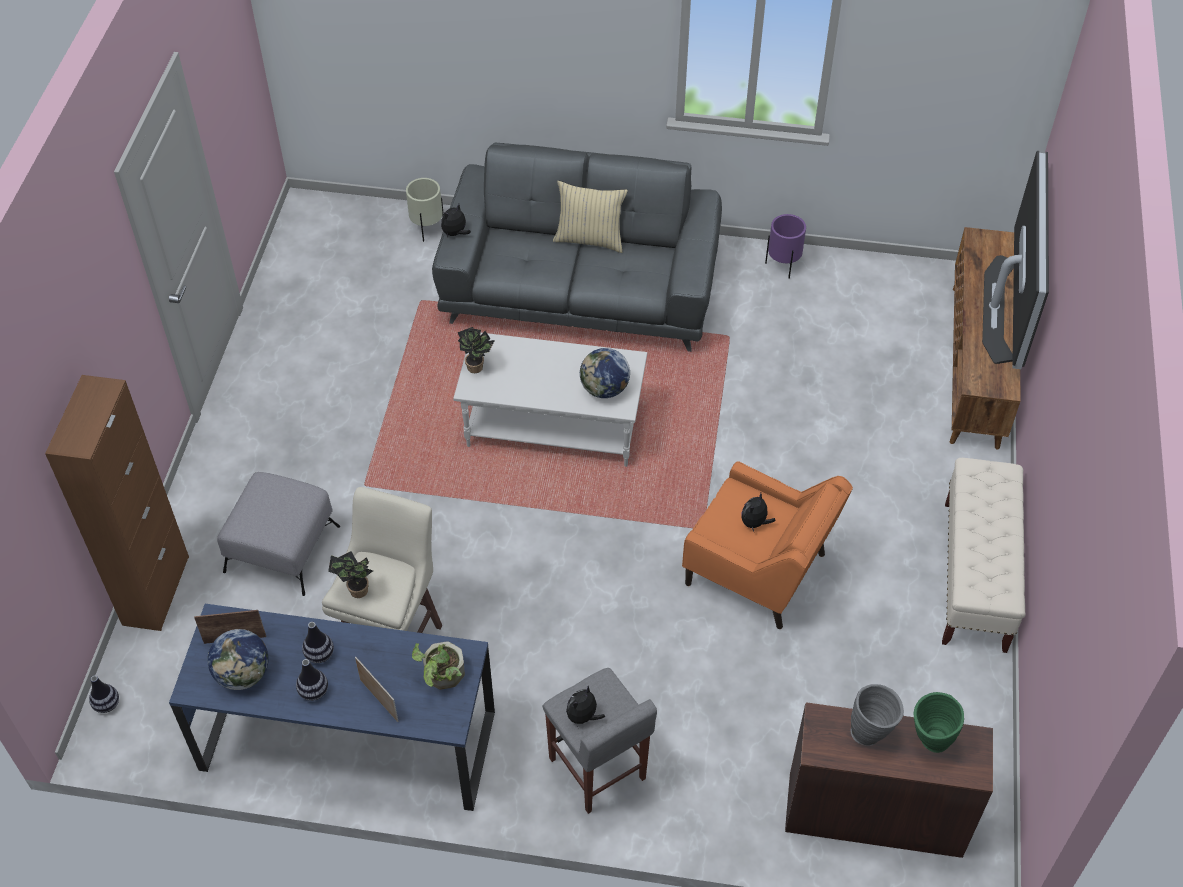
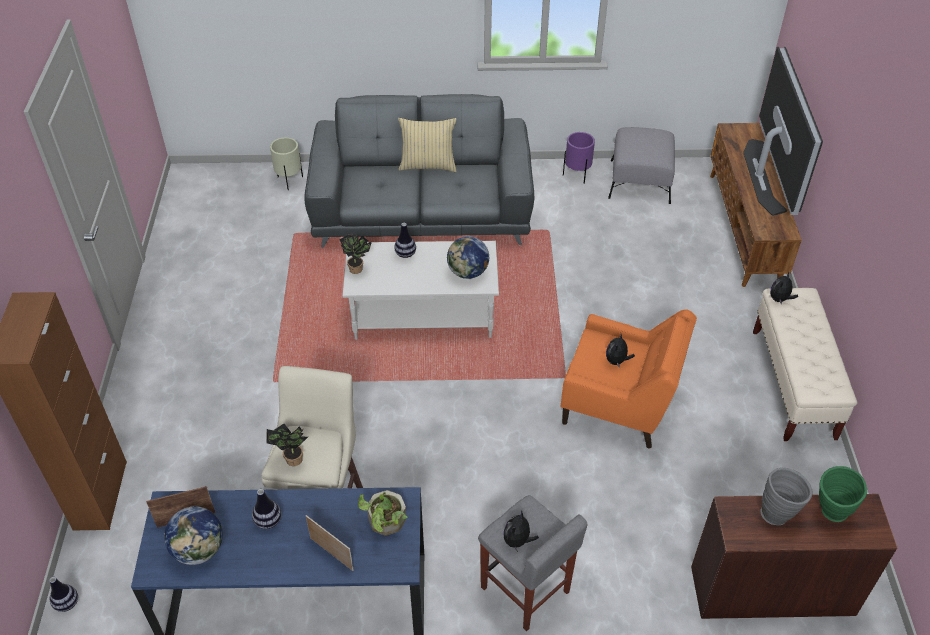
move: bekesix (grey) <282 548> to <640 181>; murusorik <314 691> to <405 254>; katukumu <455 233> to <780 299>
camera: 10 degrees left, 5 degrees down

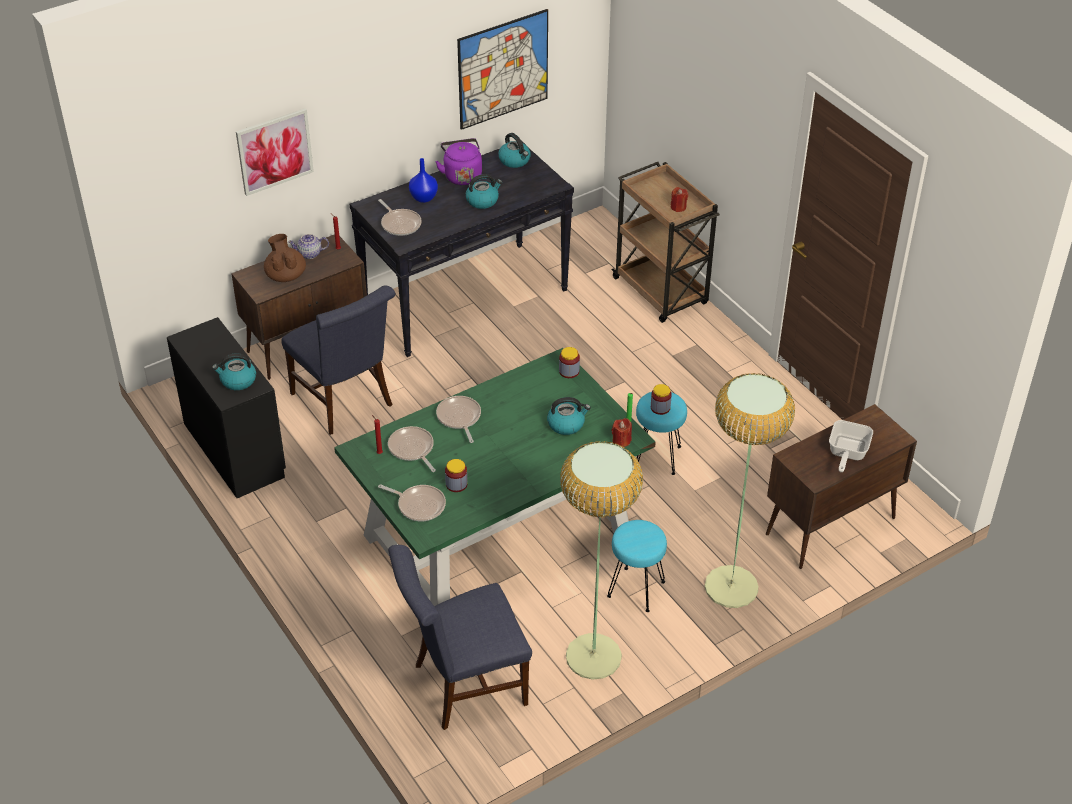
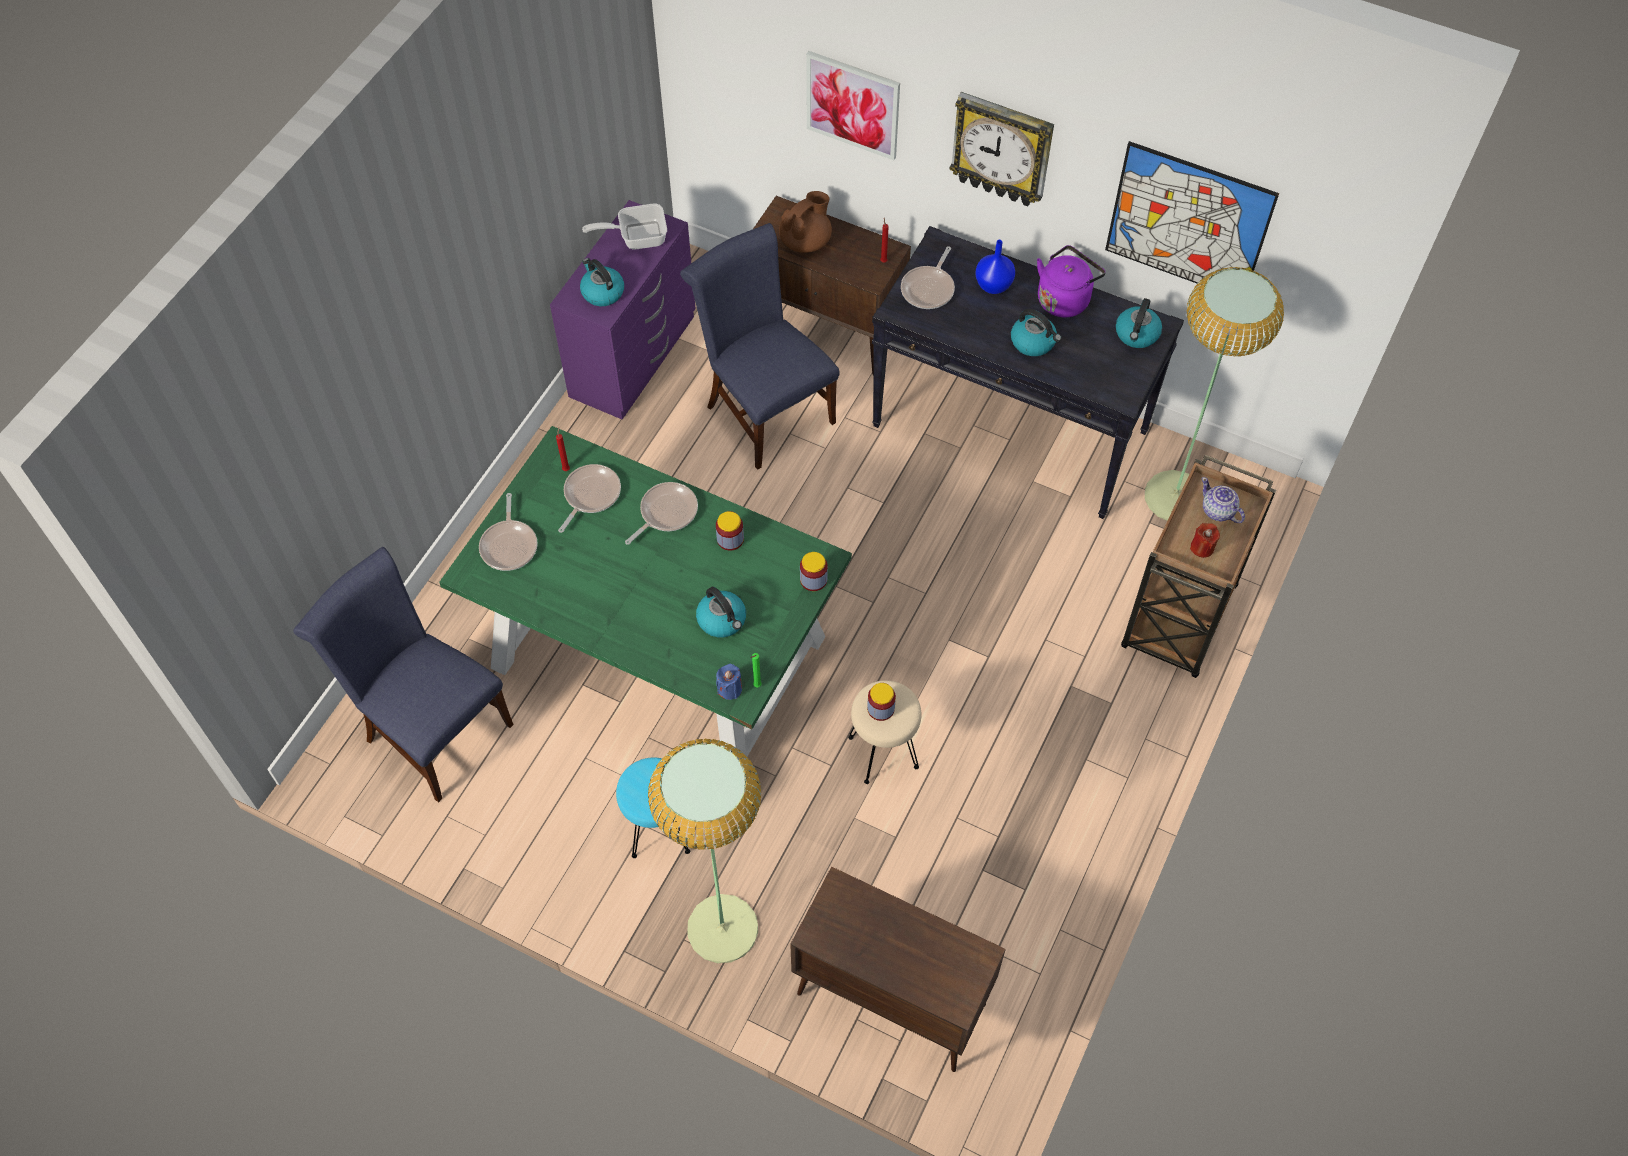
insert: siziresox <1002 149>
move: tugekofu <310 254> to <1218 511>; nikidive <456 484> to <730 539>; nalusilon <593 657> to <1174 496>; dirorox <846 453> to <636 237>
recolor: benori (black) <235 449> to benori (purple) <634 356>; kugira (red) <621 440> to kugira (blue) <729 689>; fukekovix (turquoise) <658 457> to fukekovix (beige) <883 753>
rotate: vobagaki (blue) <345 402> = <765 410> 120 degrees clockwise
camera: 60 degrees right, 15 degrees up

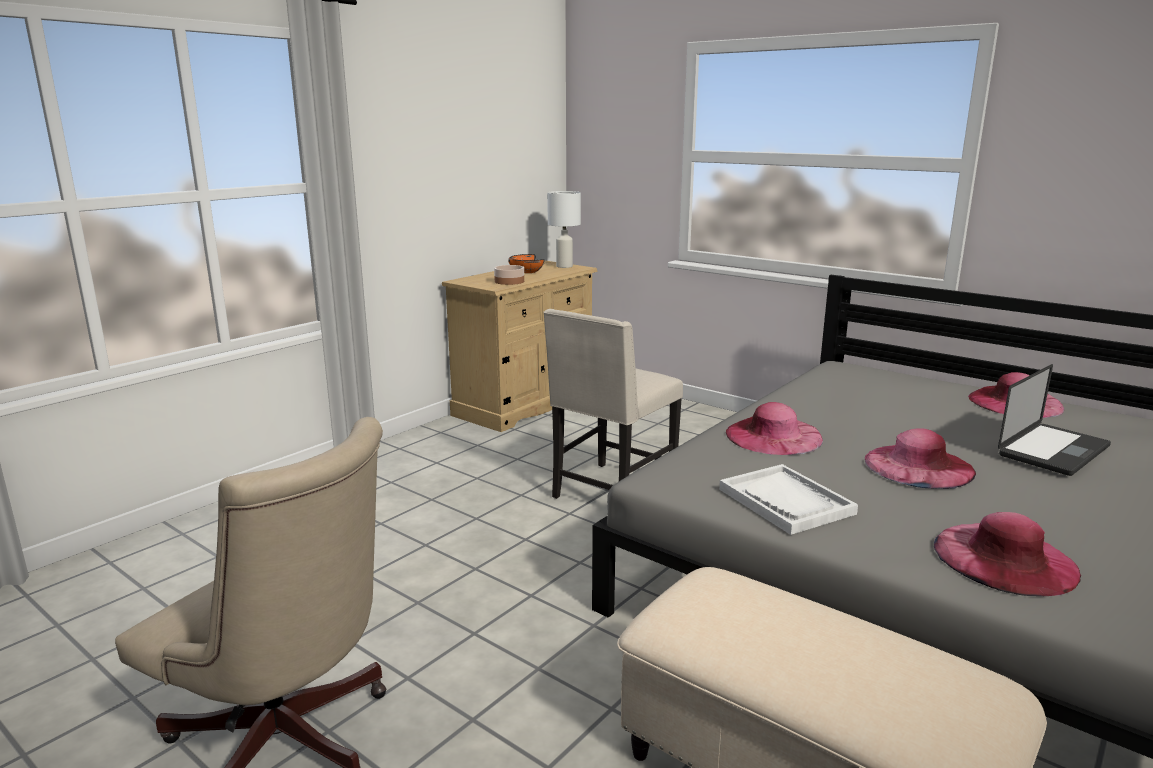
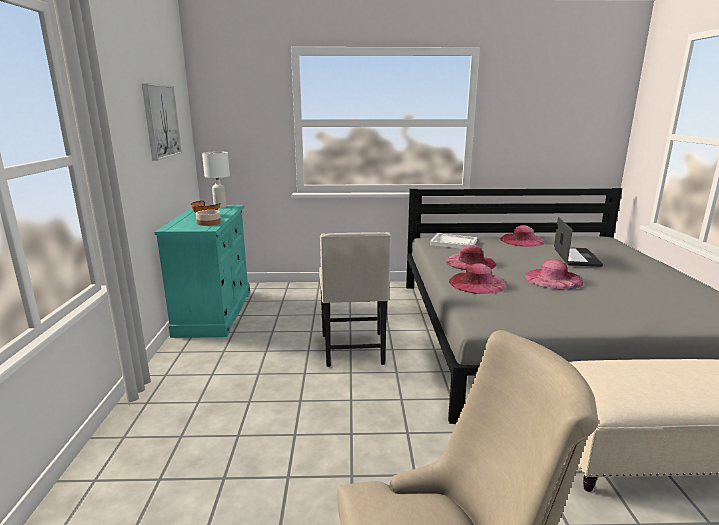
insert: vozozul <161 121>
move: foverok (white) <786 501> to <453 243>; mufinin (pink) <1005 558> to <470 262>
recolor: benori (beige) <526 403> to benori (turquoise) <215 312>
camera: 40 degrees left, 0 degrees up

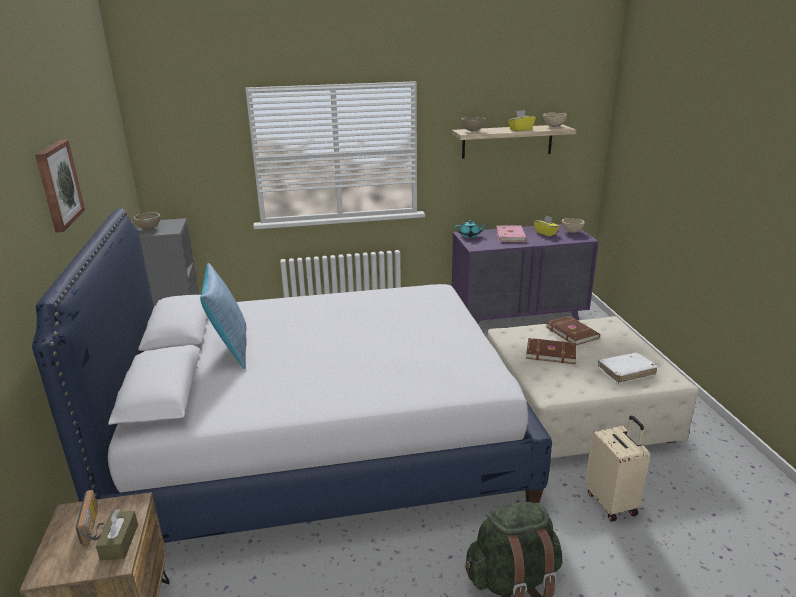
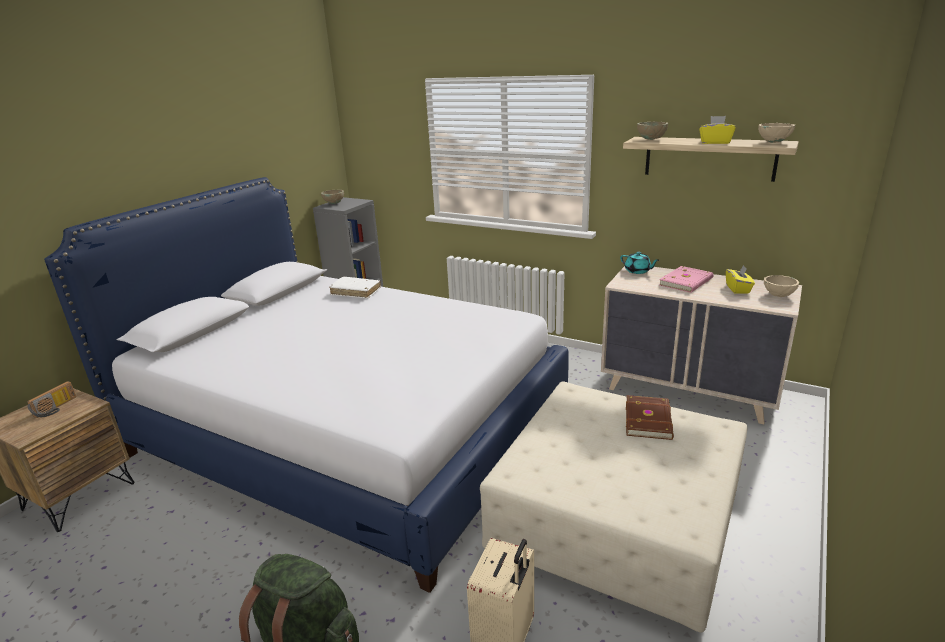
delete: vozozul <58 184>; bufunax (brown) <119 542>; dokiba <230 349>; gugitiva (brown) <550 352>
move: gugitiva (white) <626 372> to <356 292>
recolor: benori (purple) <518 318> to benori (beige) <689 391>
camera: 40 degrees right, 0 degrees up

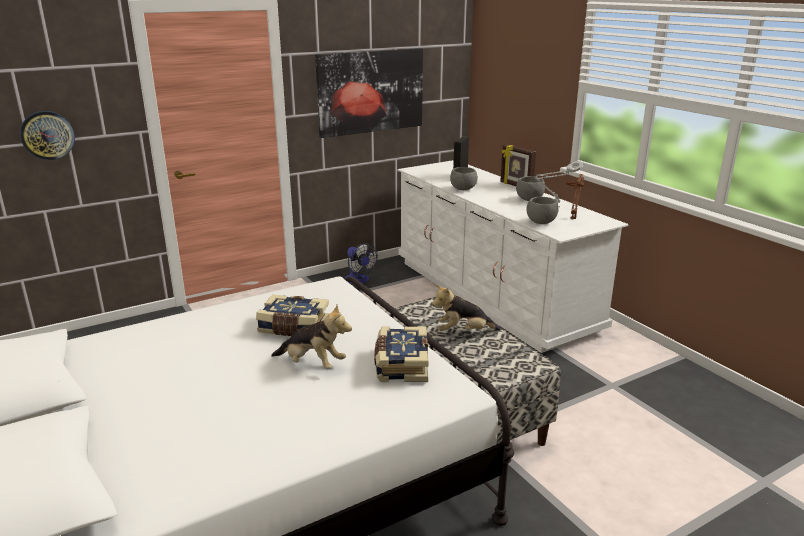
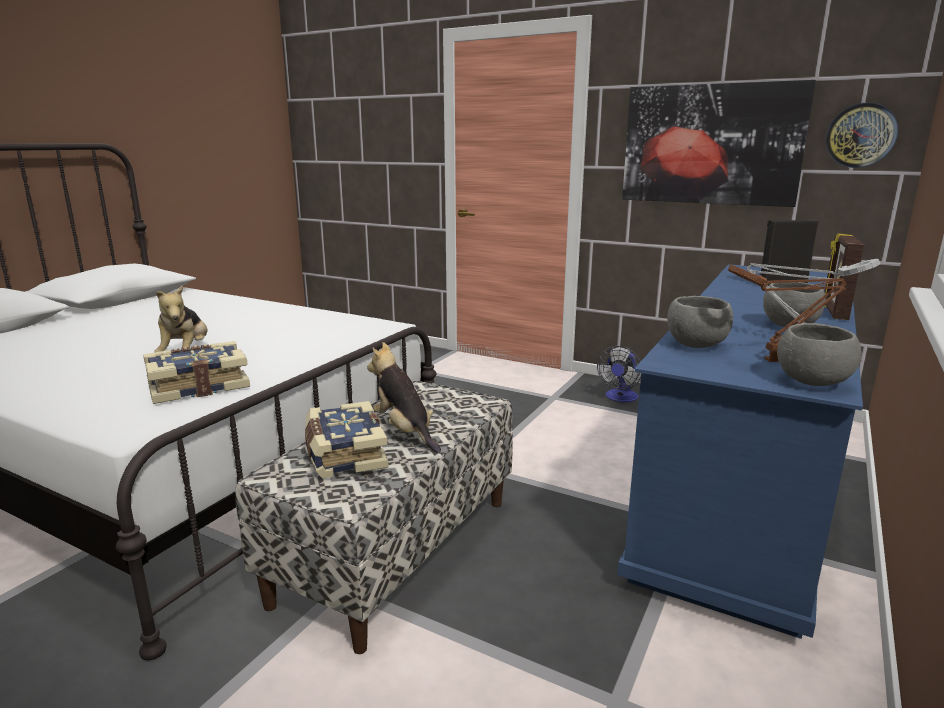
move: siziresox <47 135> to <860 135>; gugitiva <293 327> to <344 454>; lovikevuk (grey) <463 189> to <811 382>
recolor: benori (white) <491 294> to benori (blue) <741 488>
camera: 60 degrees right, 5 degrees down

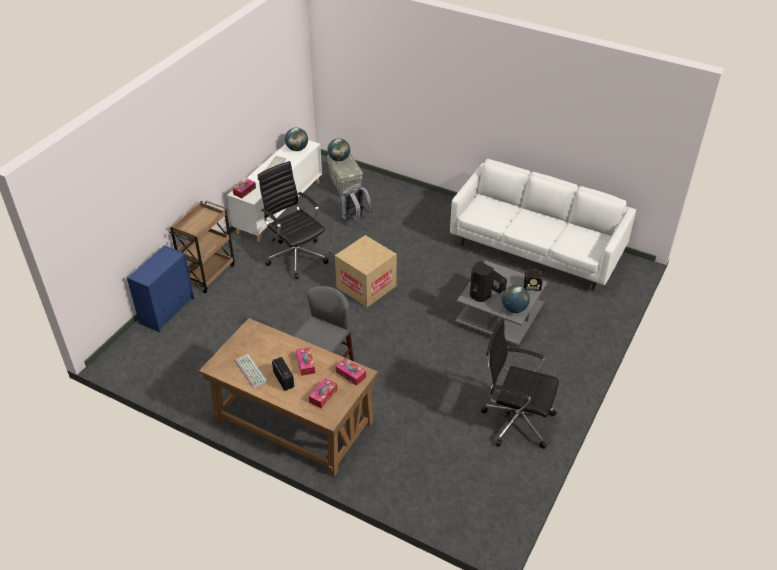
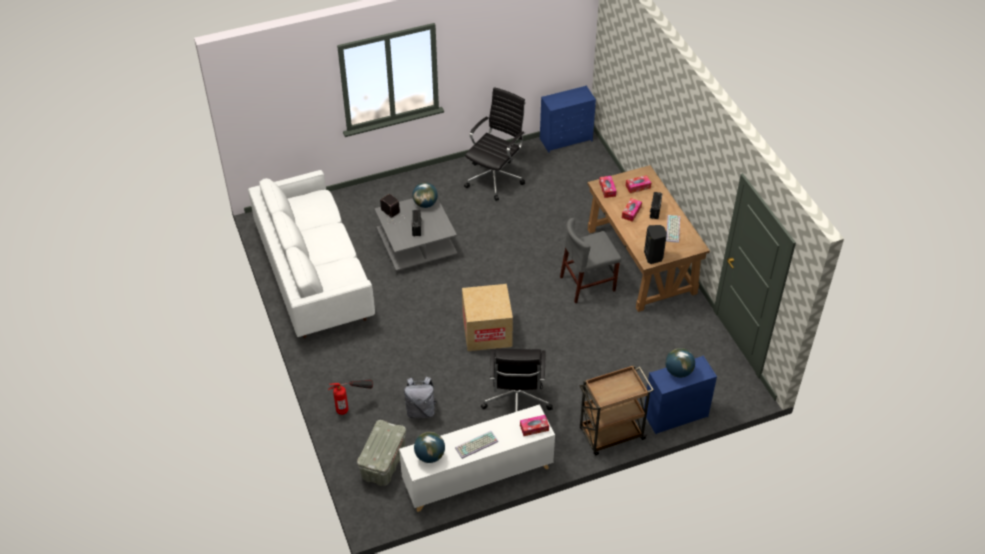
insert: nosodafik <353 406>; benori (blue) <566 139>
move: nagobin <339 159> to <678 372>; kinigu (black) <479 296> to <653 257>
rotate: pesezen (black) <515 420> = <495 178> 120 degrees counterclockwise
camera: 140 degrees left, 5 degrees up

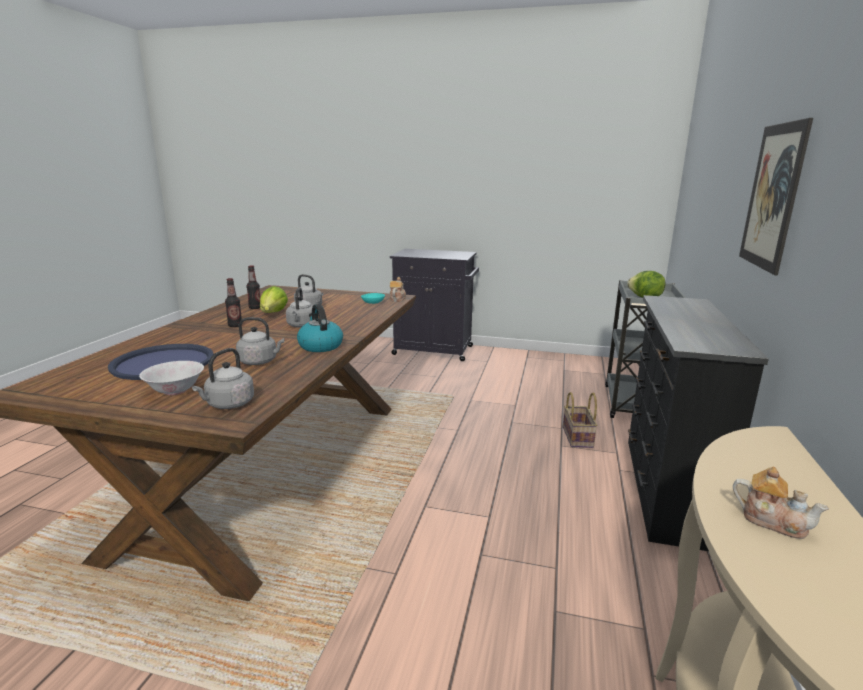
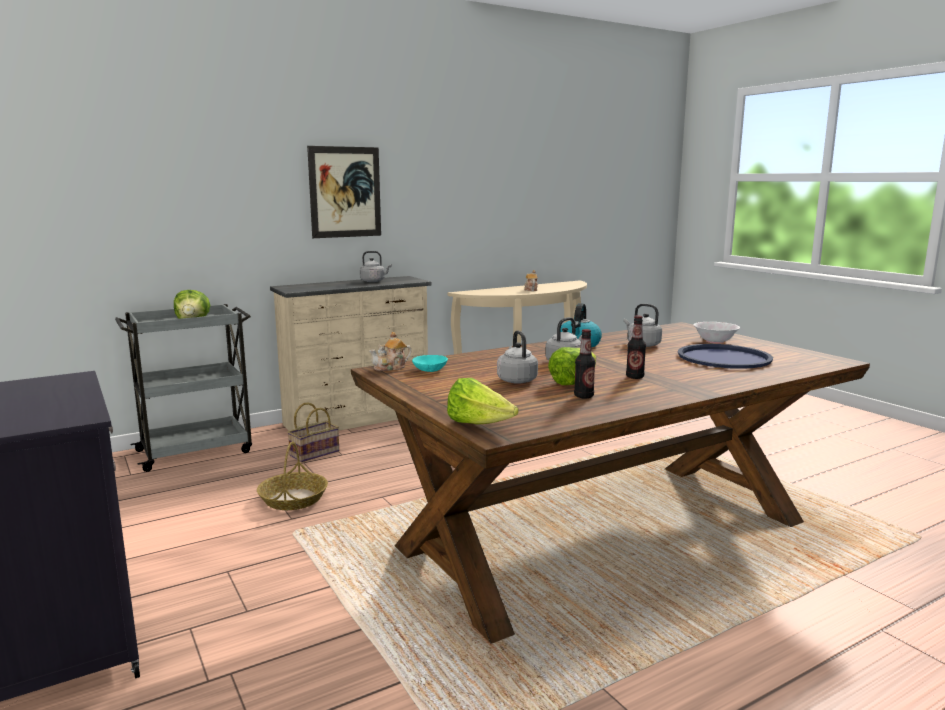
insert: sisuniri <293 499>; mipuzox <478 424>
move: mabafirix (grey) <228 404> to <374 281>
recolor: benori (black) <663 488> to benori (beige) <359 419>
camera: 135 degrees left, 5 degrees down

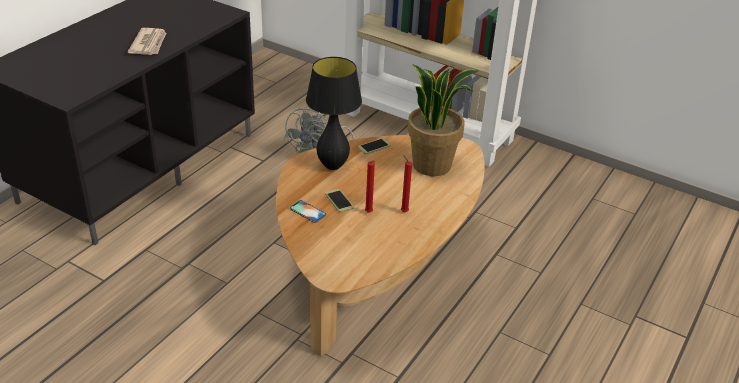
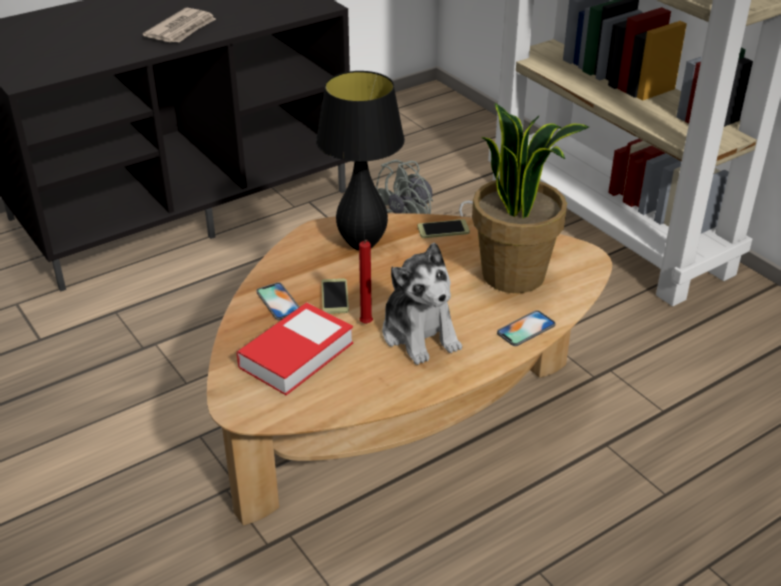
insert: gugitiva <296 355>; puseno <526 329>
replace: kugira (red) <403 211> to katukumu <420 334>
camera: 25 degrees right, 0 degrees up

